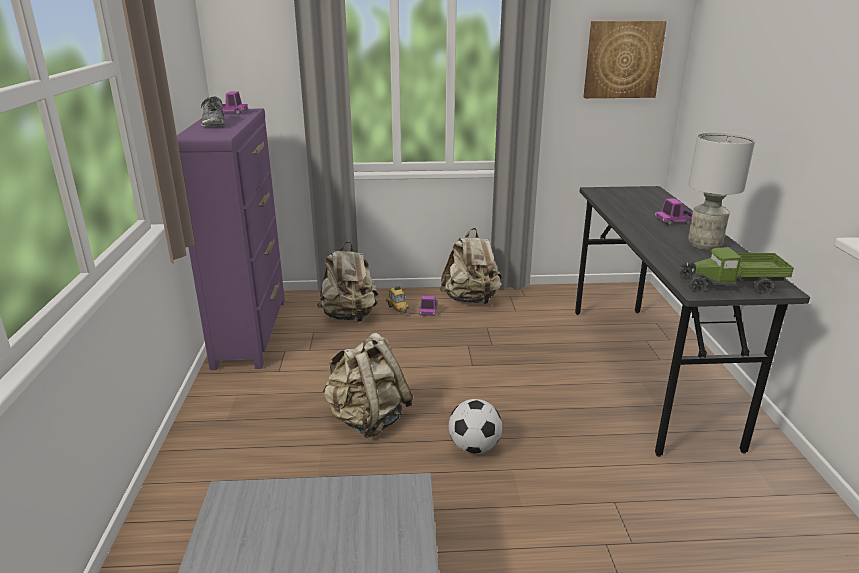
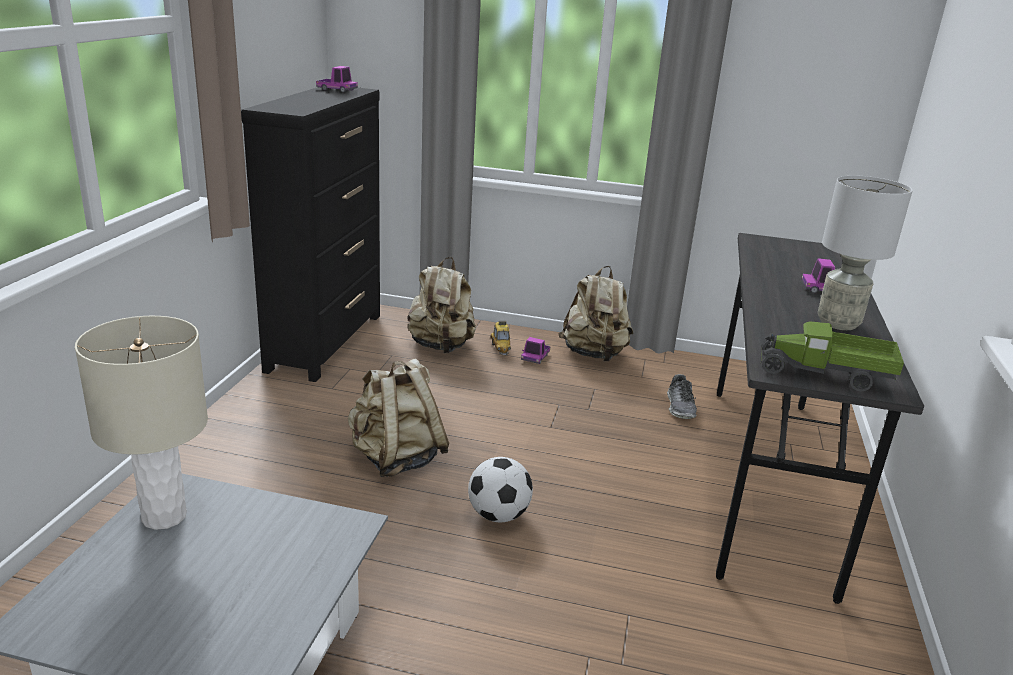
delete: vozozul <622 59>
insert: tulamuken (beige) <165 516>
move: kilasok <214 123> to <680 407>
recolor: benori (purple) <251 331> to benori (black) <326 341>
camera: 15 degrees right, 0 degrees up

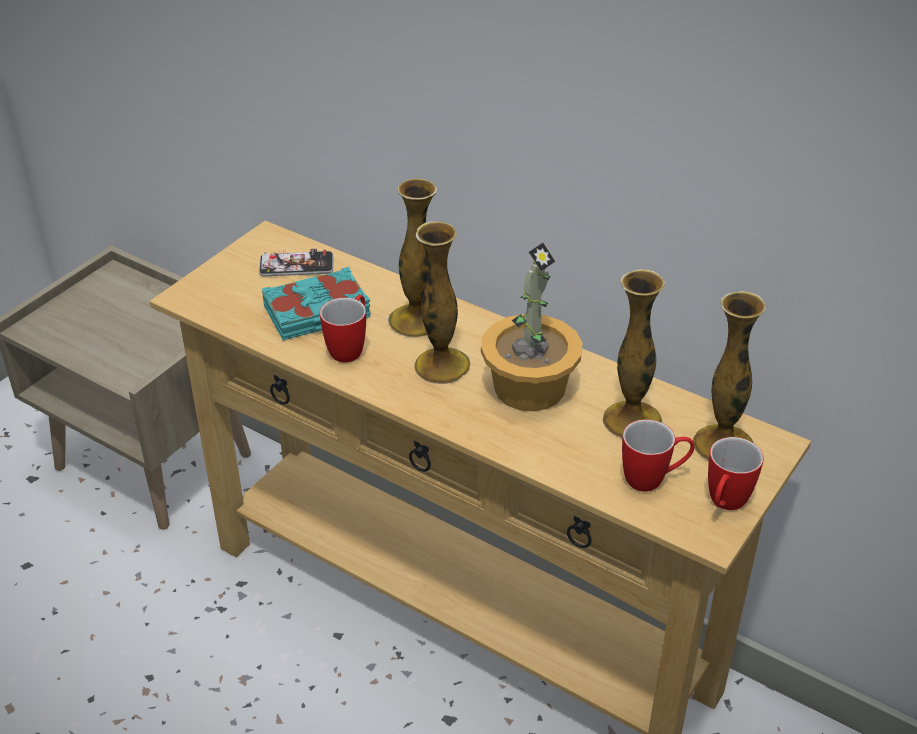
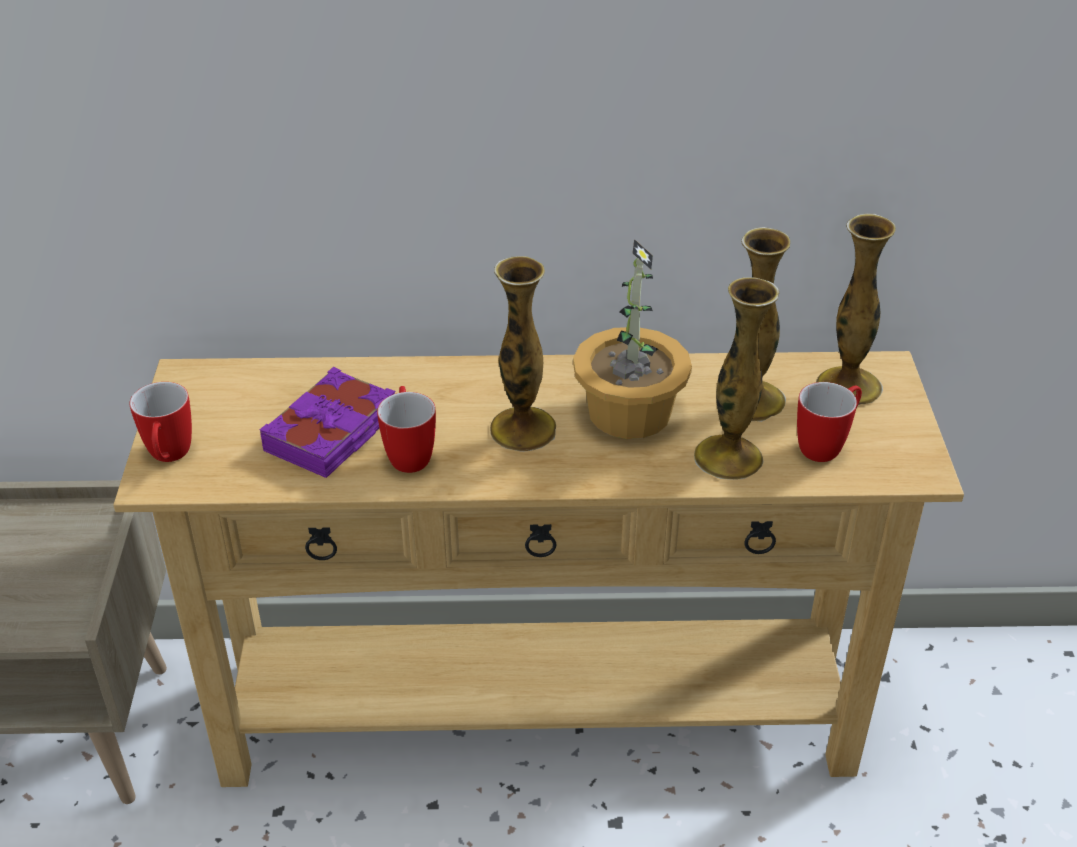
delete: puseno <296 265>
move: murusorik <415 321> to <728 457>; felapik <724 505> to <169 458>
recolor: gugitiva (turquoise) <317 313> to gugitiva (purple) <332 432>
camera: 35 degrees left, 0 degrees up

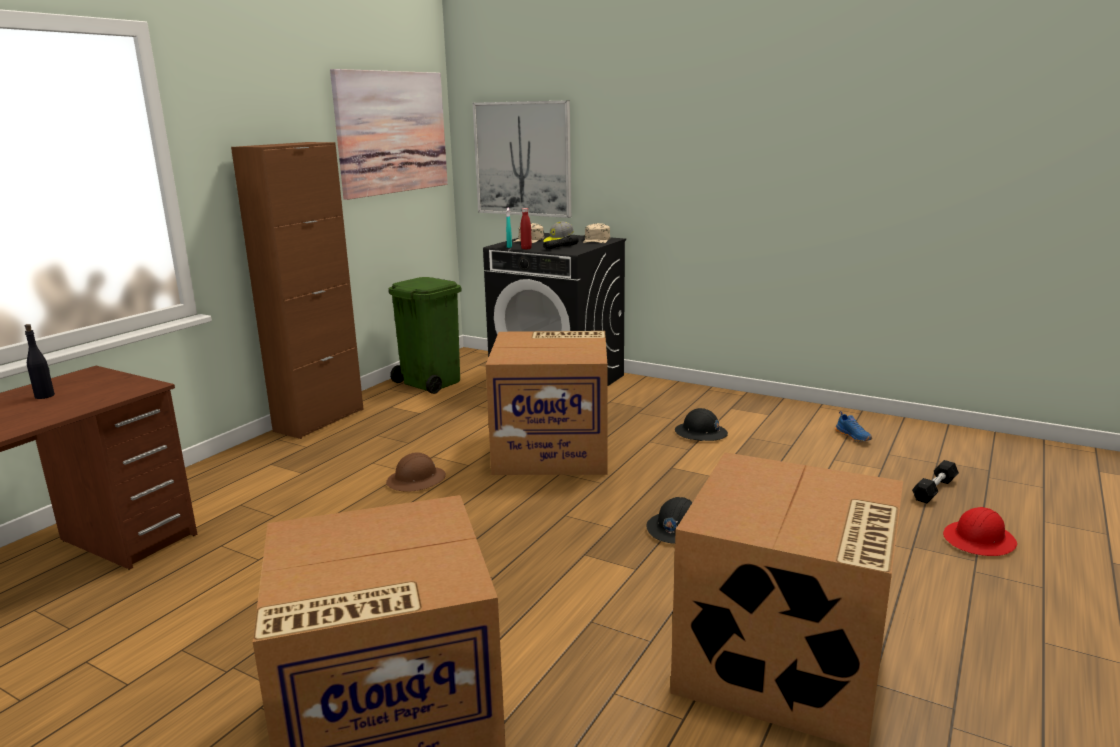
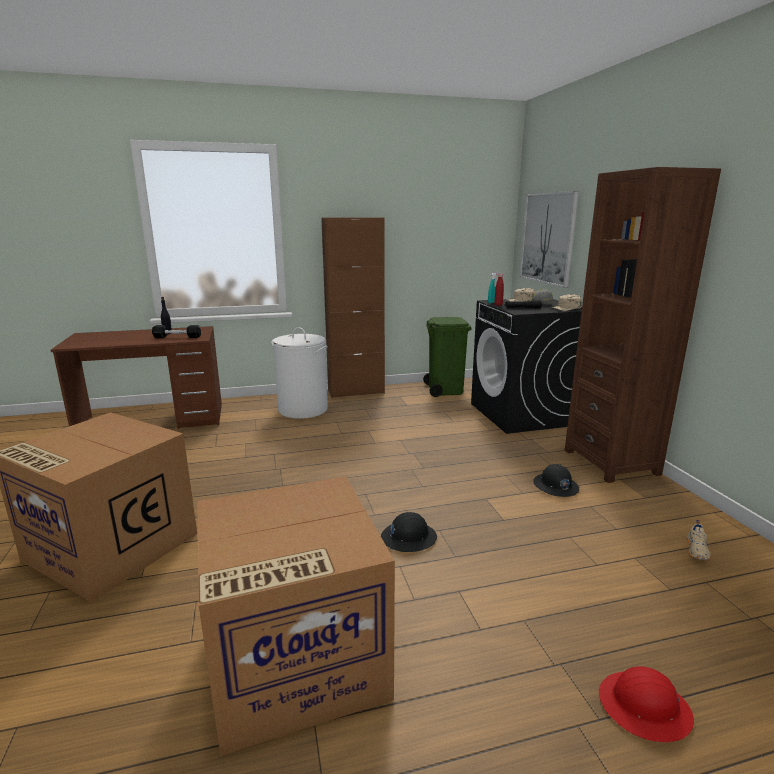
delete: vozozul <392 132>; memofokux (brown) <416 480>; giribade <553 450>
insert: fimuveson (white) <302 409>; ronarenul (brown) <611 462>
move: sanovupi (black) <934 490> to <177 337>
recolor: kilasok (blue) <853 436> to kilasok (beige) <697 550>
camera: 45 degrees right, 0 degrees up

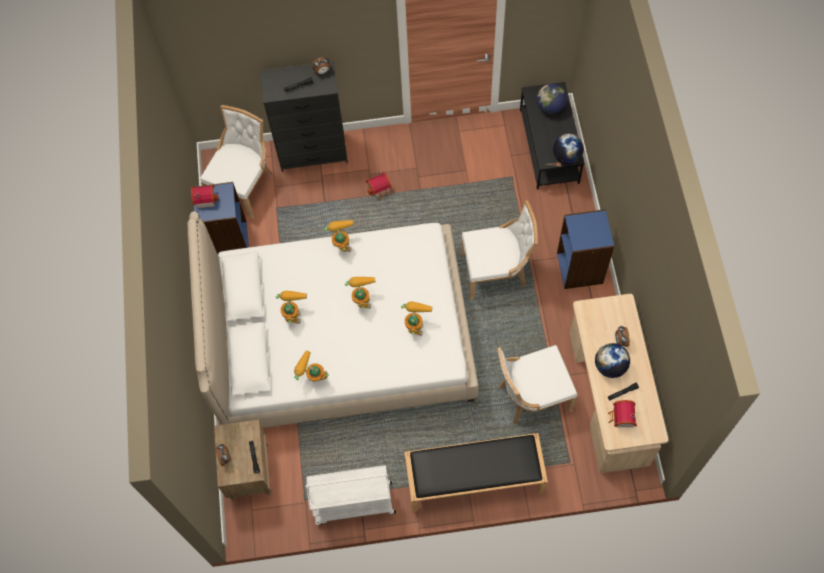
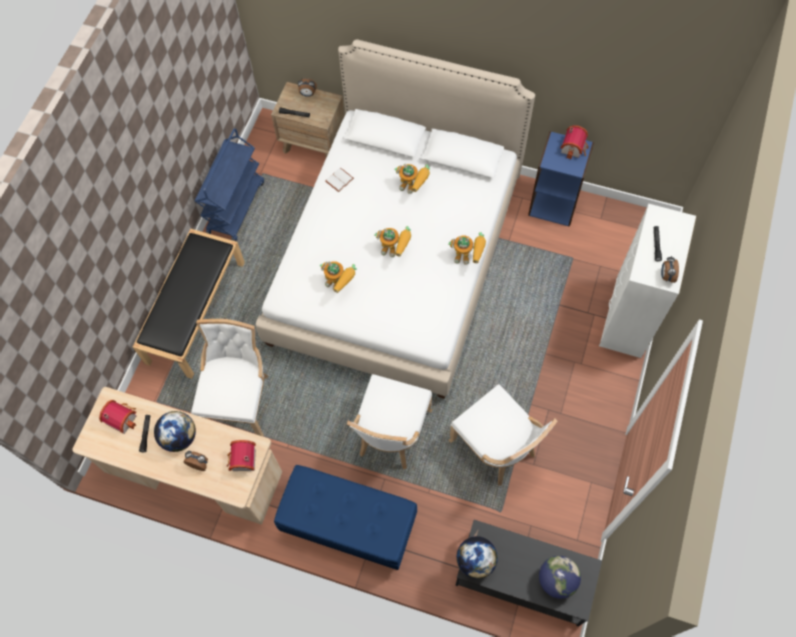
move: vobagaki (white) <244 186> to <496 448>; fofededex <380 189> to <242 461>
replace: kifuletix <312 377> to gugitiva (white) <339 179>; ronarenul (blue) <580 268> to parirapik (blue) <348 525>
recolor: benori (black) <313 152> to benori (white) <628 318>; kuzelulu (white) <353 504> to kuzelulu (blue) <236 207>
camera: 115 degrees right, 0 degrees up

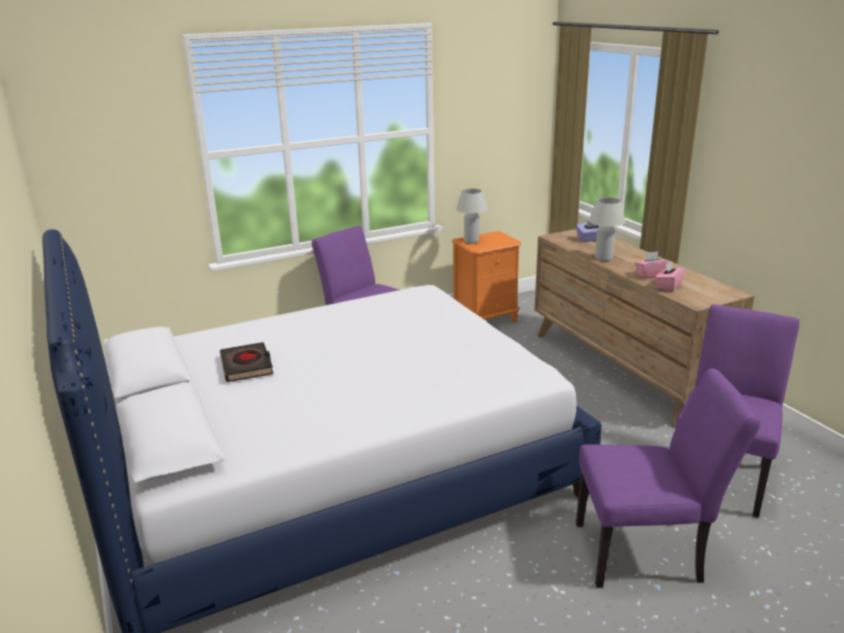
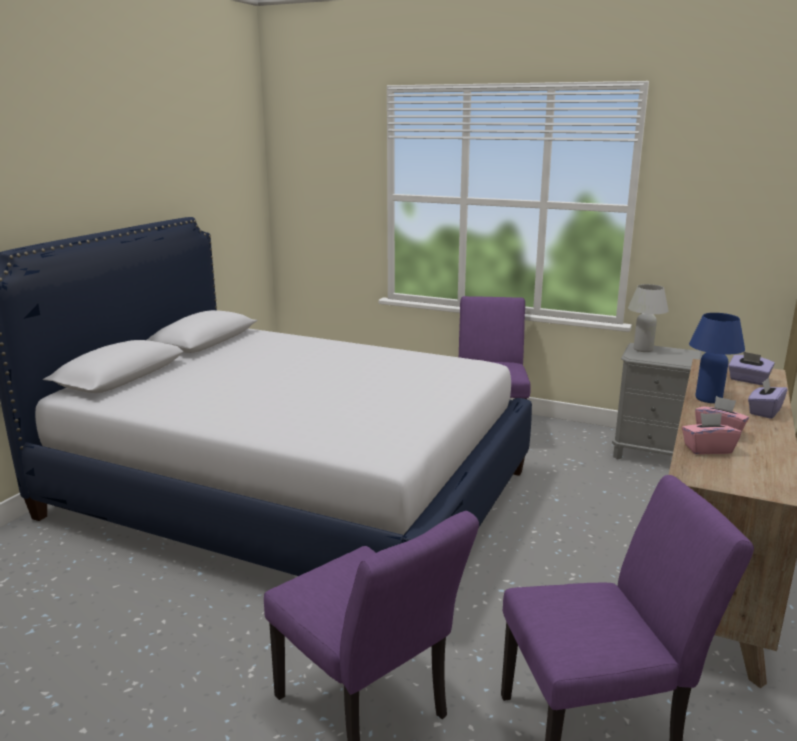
delete: gugitiva (black) <247 366>
insert: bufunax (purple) <764 411>
recolor: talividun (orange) <486 319> to talividun (grey) <650 454>; tulamuken (white) <603 258> to tulamuken (blue) <708 399>
camera: 50 degrees right, 5 degrees down

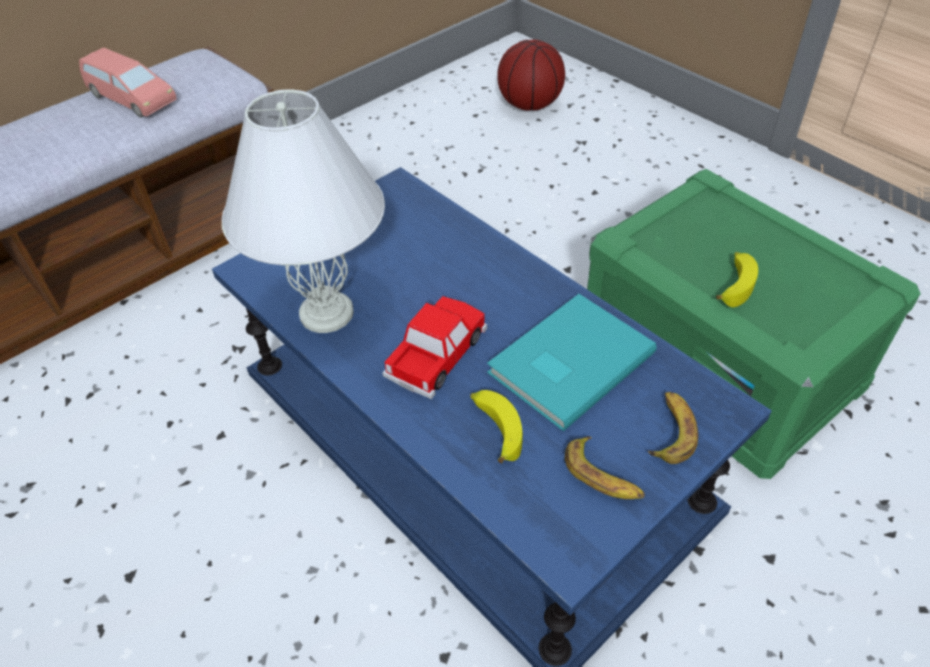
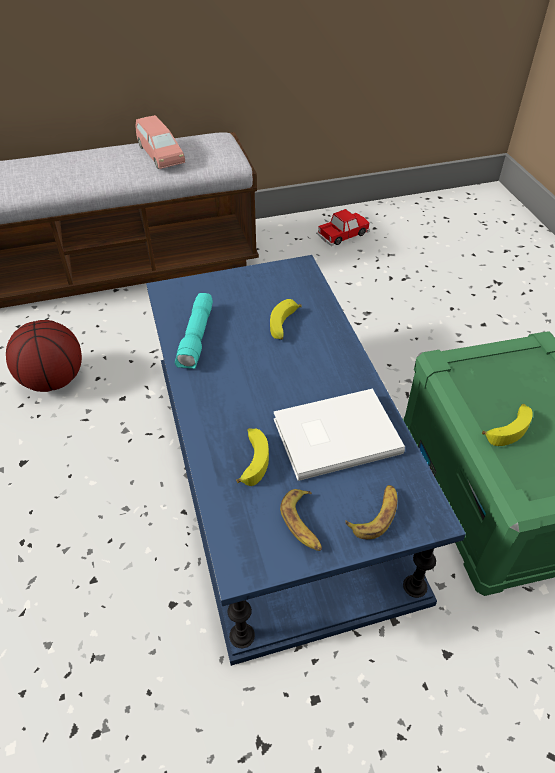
insert: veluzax <284 326>
move: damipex <437 354> to <343 234>; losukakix <530 105> to <54 379>
replace: tulamuken (white) <328 312> to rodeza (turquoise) <197 338>
recolor: gugitiva (turquoise) <566 362> to gugitiva (white) <334 434>
camera: 25 degrees right, 0 degrees up

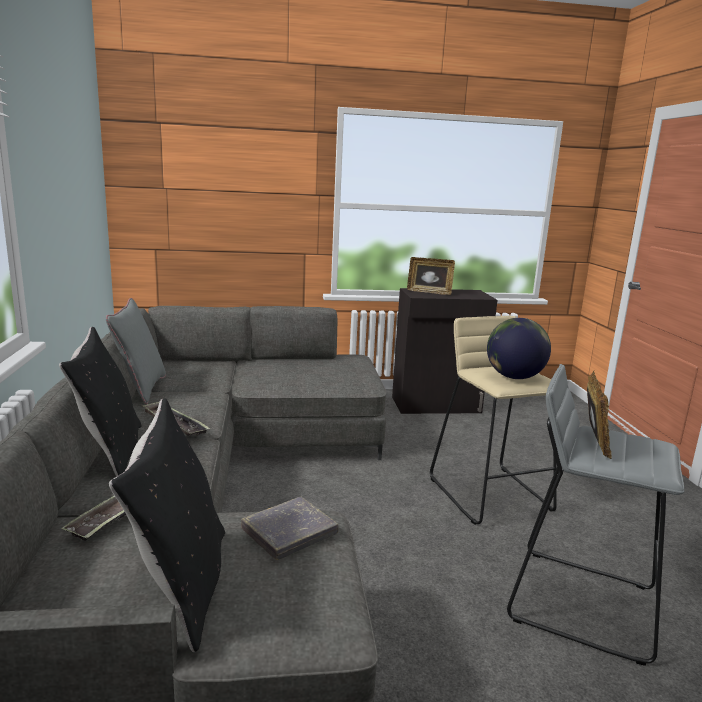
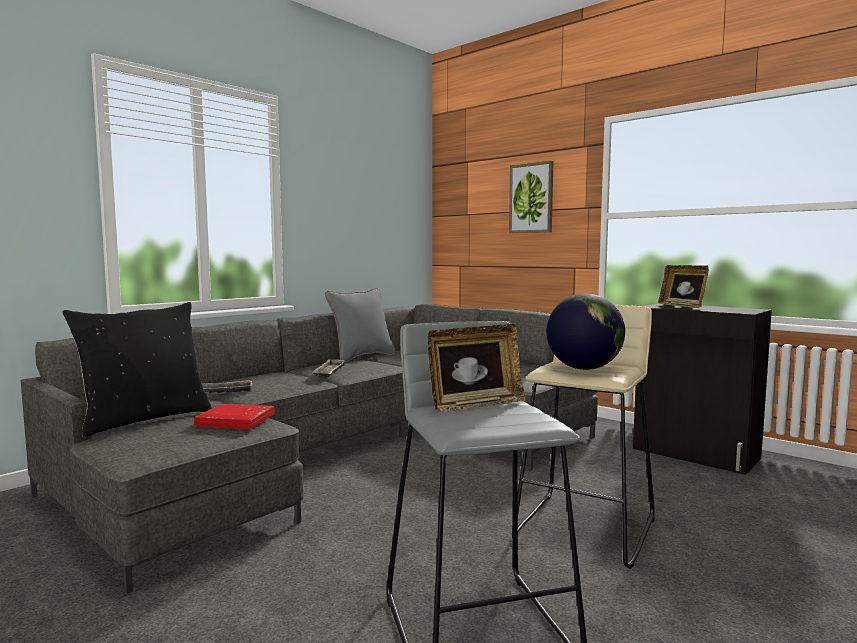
delete: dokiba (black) <110 452>
insert: vozozul <531 198>
recolor: gugitiva (grey) <289 532> to gugitiva (red) <235 421>
camera: 50 degrees right, 10 degrees down

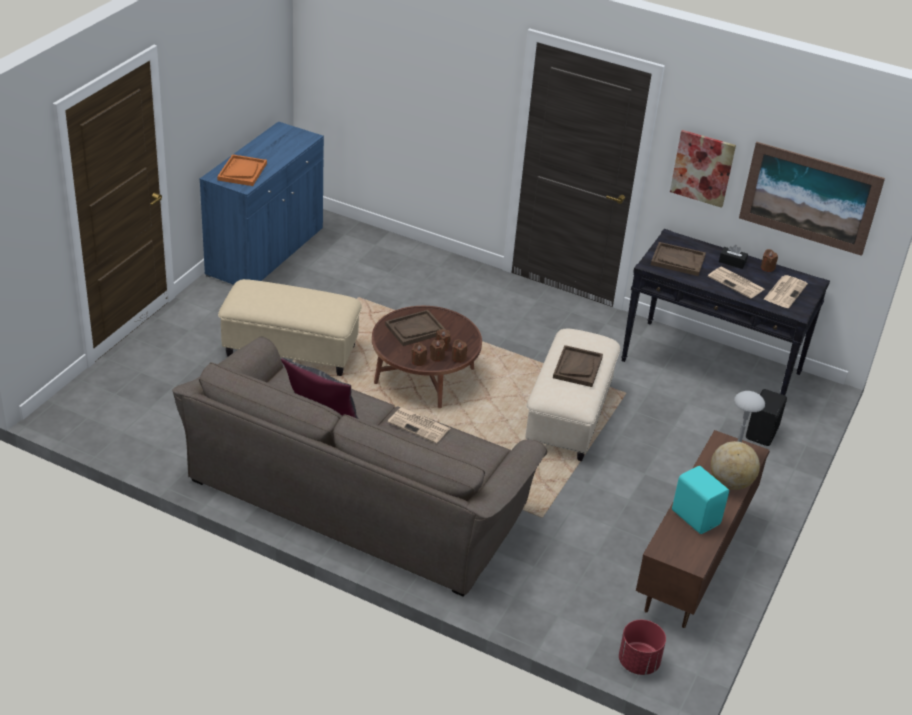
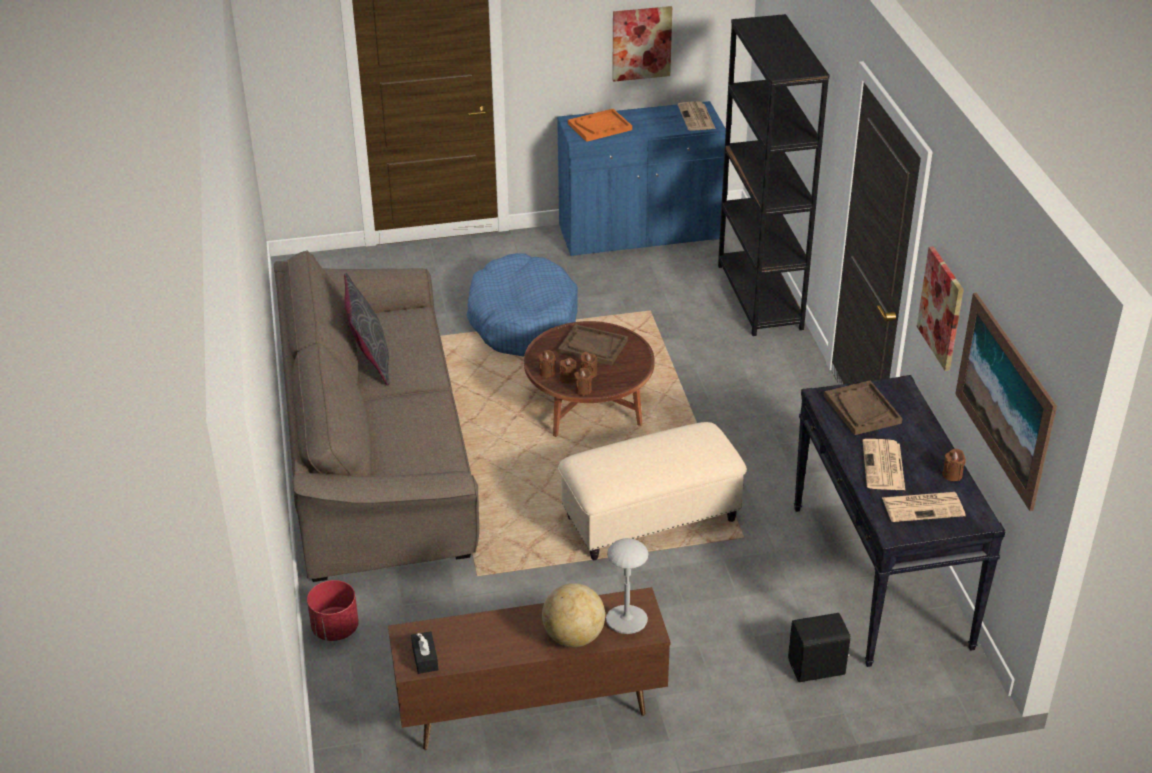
delete: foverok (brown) <577 367>; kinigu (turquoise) <696 516>
insert: vozozul <641 43>; ronarenul (black) <759 297>
move: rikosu <420 425> to <696 117>; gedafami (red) <638 662> to <335 628>; bufunax (black) <732 262> to <425 658>
replace: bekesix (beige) <291 350> to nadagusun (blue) <522 320>
camera: 55 degrees right, 0 degrees up

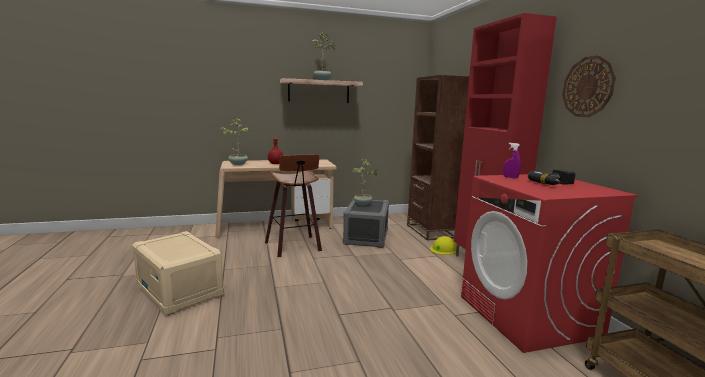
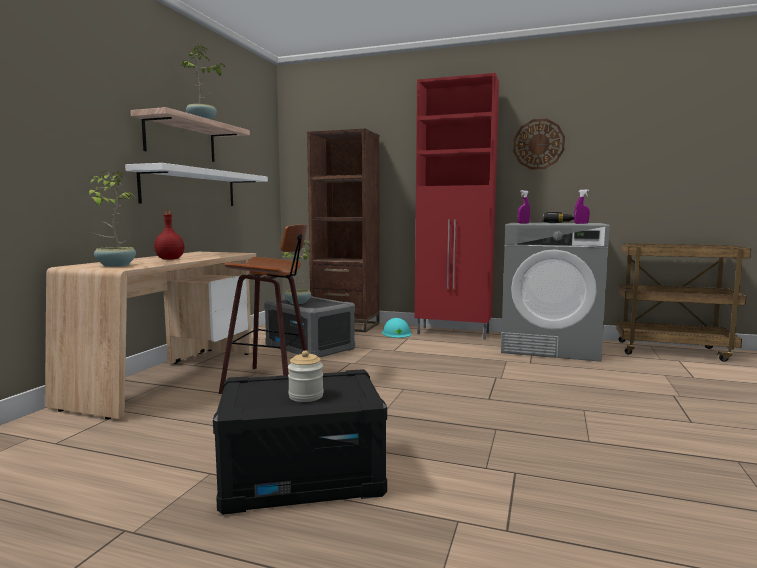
insert: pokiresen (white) <190 188>; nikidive <306 396>; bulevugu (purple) <581 223>
recolor: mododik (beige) <180 290> to mododik (black) <302 476>; memofokux (yellow) <443 249> to memofokux (turquoise) <396 333>; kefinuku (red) <528 316> to kefinuku (grey) <550 346>
camera: 55 degrees left, 5 degrees down

